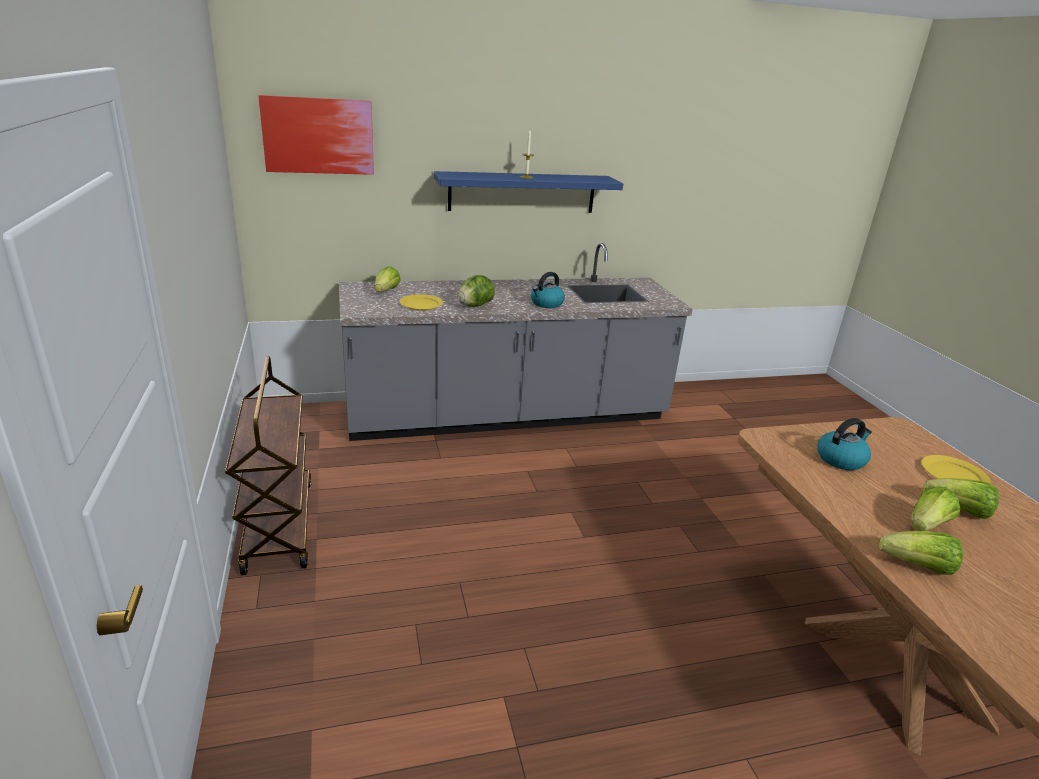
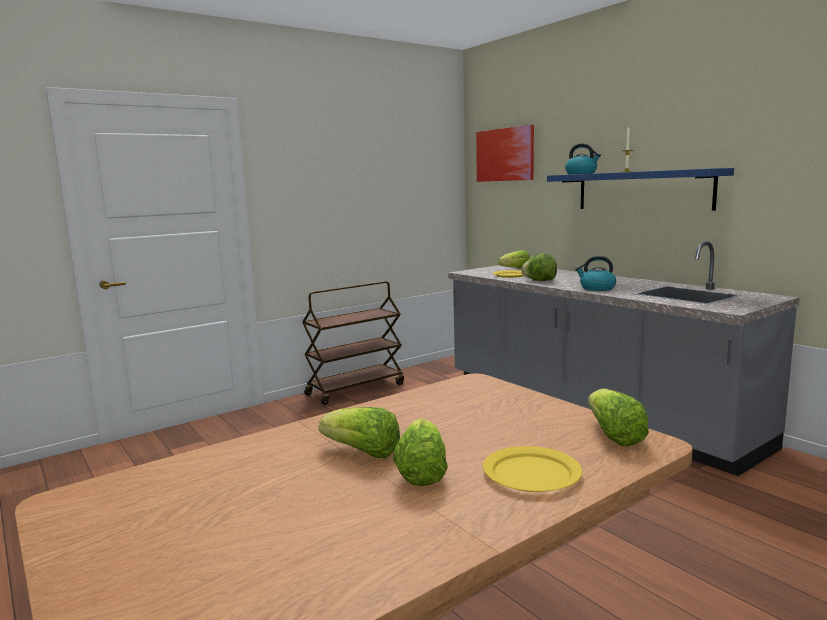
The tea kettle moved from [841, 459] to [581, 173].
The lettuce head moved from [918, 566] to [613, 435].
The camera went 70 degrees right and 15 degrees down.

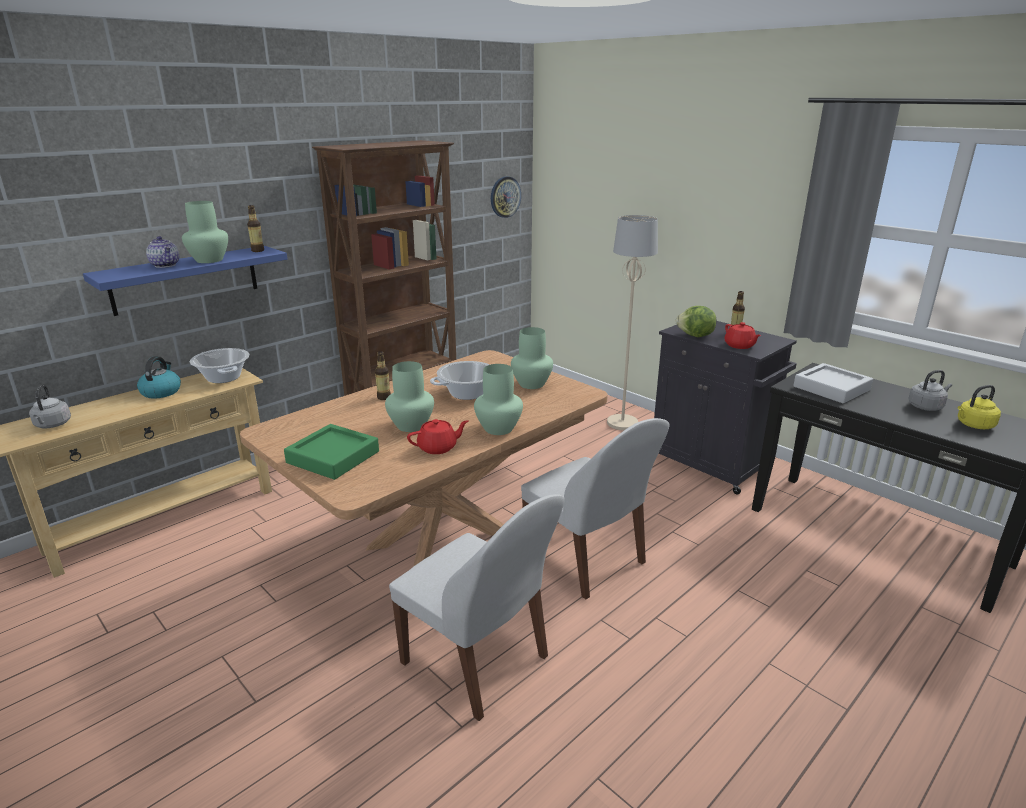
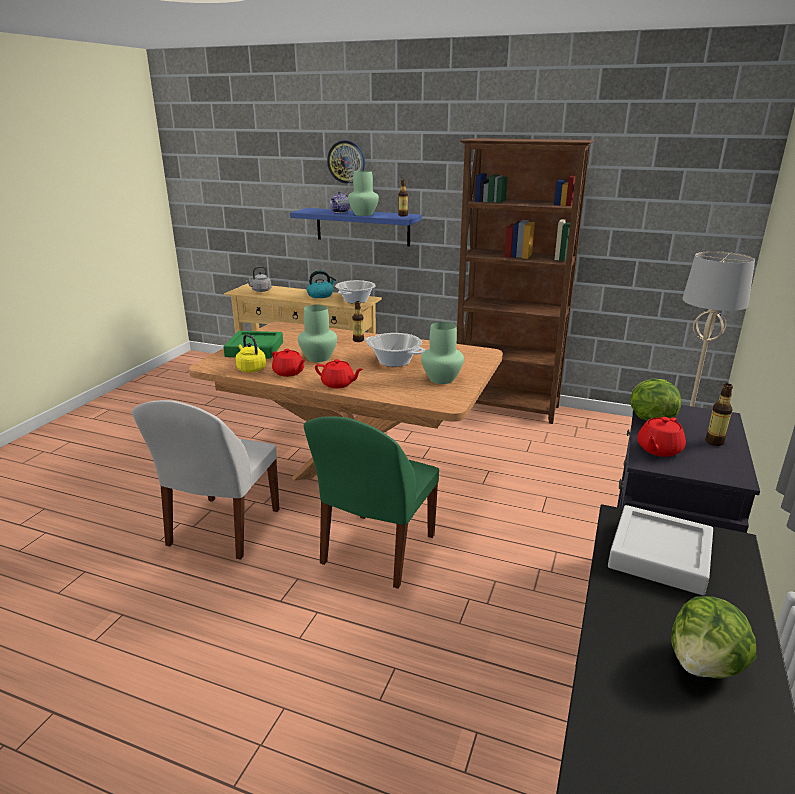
The greenish flower vase at [498, 428] was replaced by the reddish tea pot at [338, 384].
The hanging clock moved from [505, 197] to [346, 162].
The white-coloured chair at [586, 560] became the greenish chair at [376, 551].
The gray tea kettle at [926, 406] was replaced by the lettuce head at [704, 665].
The yellow-coloured tea kettle moved from [973, 425] to [250, 369].
The camera went 65 degrees right and 0 degrees up.

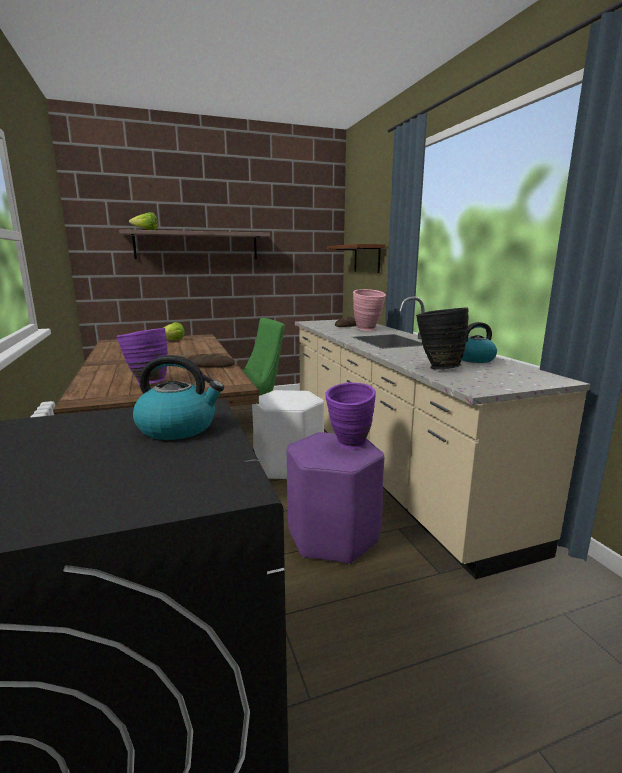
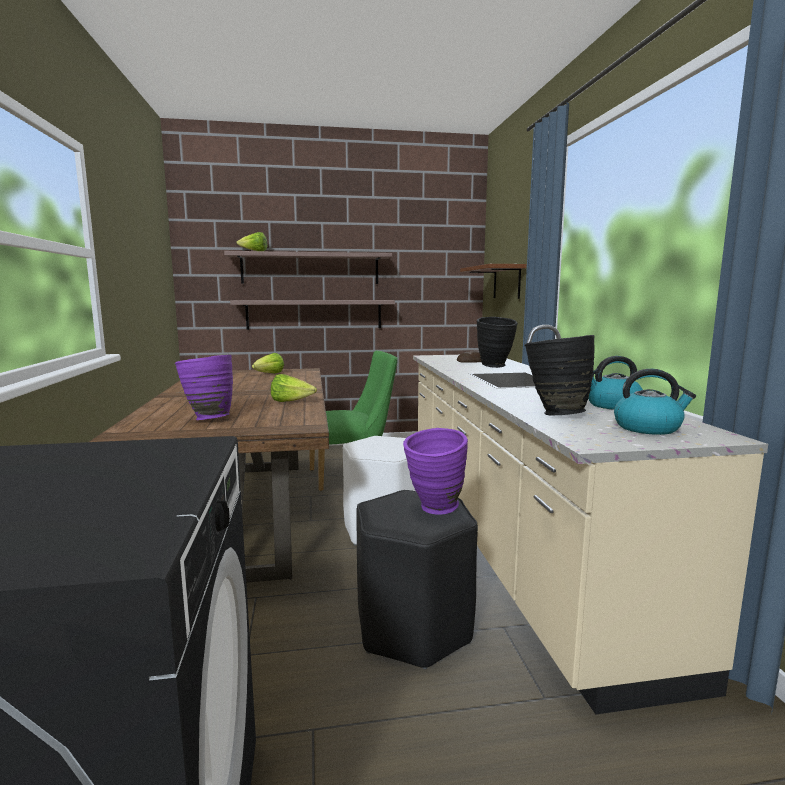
The tea kettle moved from [178, 428] to [648, 428].
The bakery bread at [209, 365] was replaced by the lettuce head at [291, 402].
The purple sitting stool at [333, 536] became the black sitting stool at [414, 628].
The pink-coloured flower vase at [368, 330] became the black flower vase at [495, 366].
The wall shelf at [314, 314] appeared.
The camera went 10 degrees right and 5 degrees down.

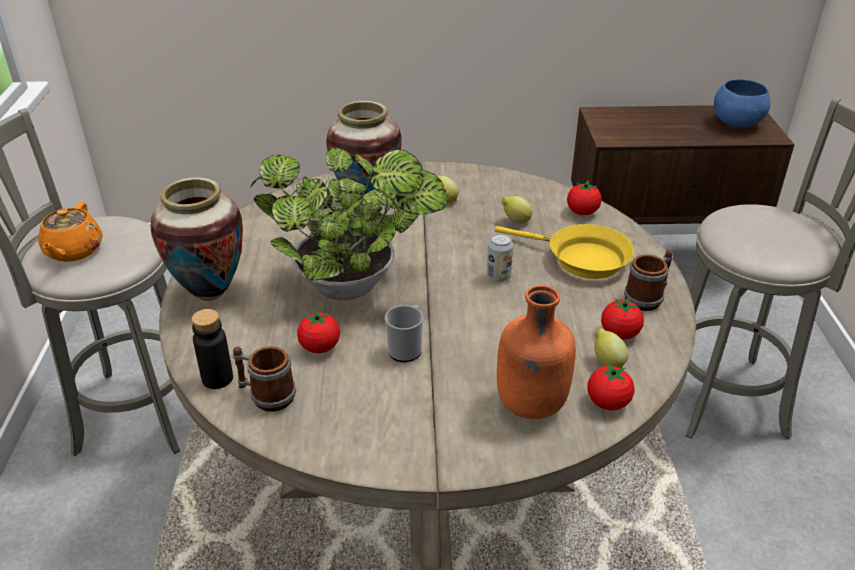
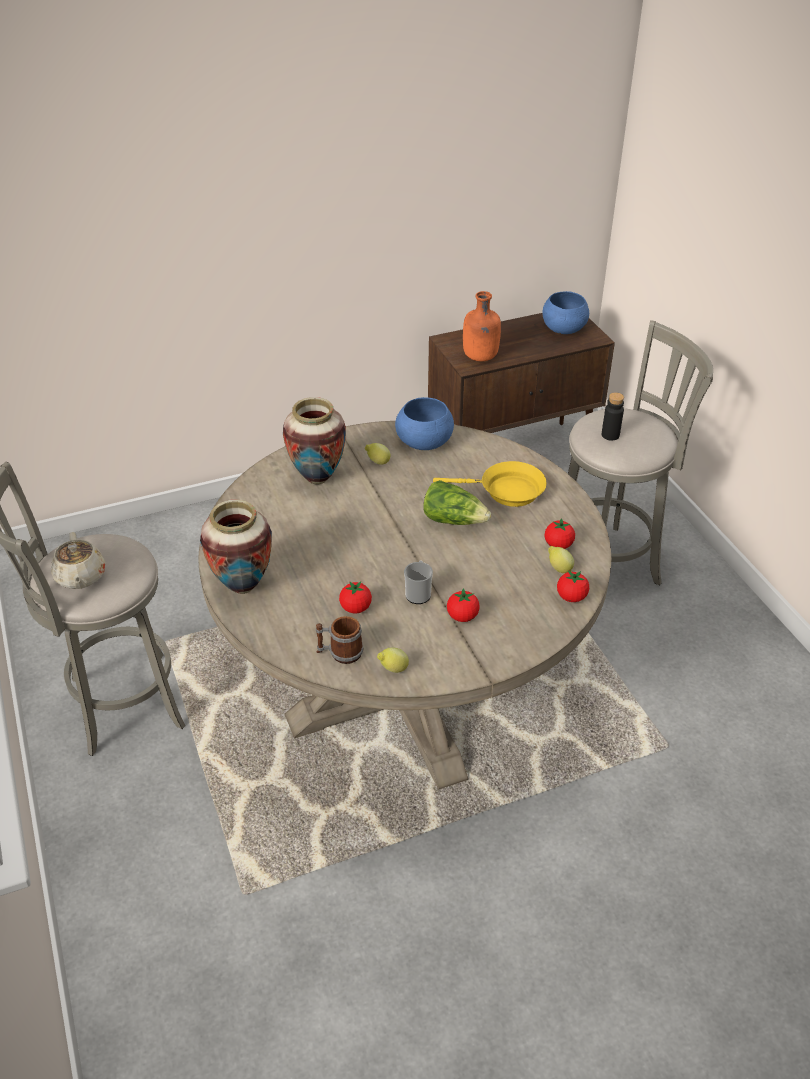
The orange tea pot at [73, 251] became the beige tea pot at [80, 577].
The black beverage bottle moved from [217, 378] to [610, 435].
The plant in a pot at [353, 286] disappeared.
The sealed can at [498, 276] was replaced by the lettuce head at [454, 520].
The orange beverage bottle moved from [530, 405] to [480, 357].
The whole lemon moved from [515, 221] to [393, 669].
The fresh tomato moved from [582, 212] to [462, 616].
The tea mug at [647, 297] disappeared.
The bluish bowl at [424, 443] appeared.
The camera went 20 degrees left and 5 degrees up.

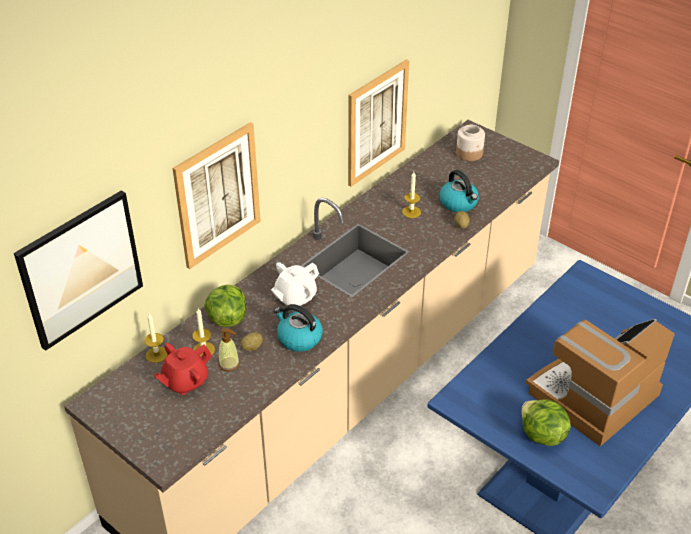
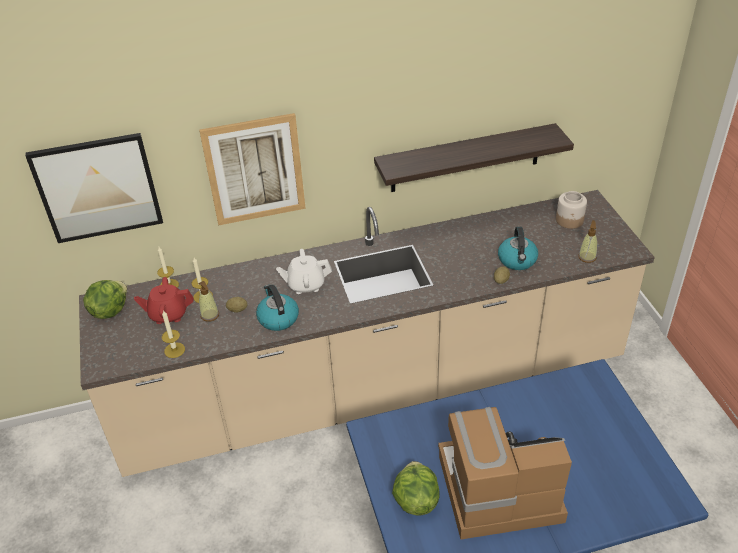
The lettuce head moved from [227, 318] to [109, 310].
The picture at [377, 123] was replaced by the wall shelf at [465, 158].
The candle moved from [411, 212] to [174, 350].
The liquid soap bottle at [587, 257] appeared.
The camera went 35 degrees right and 0 degrees up.

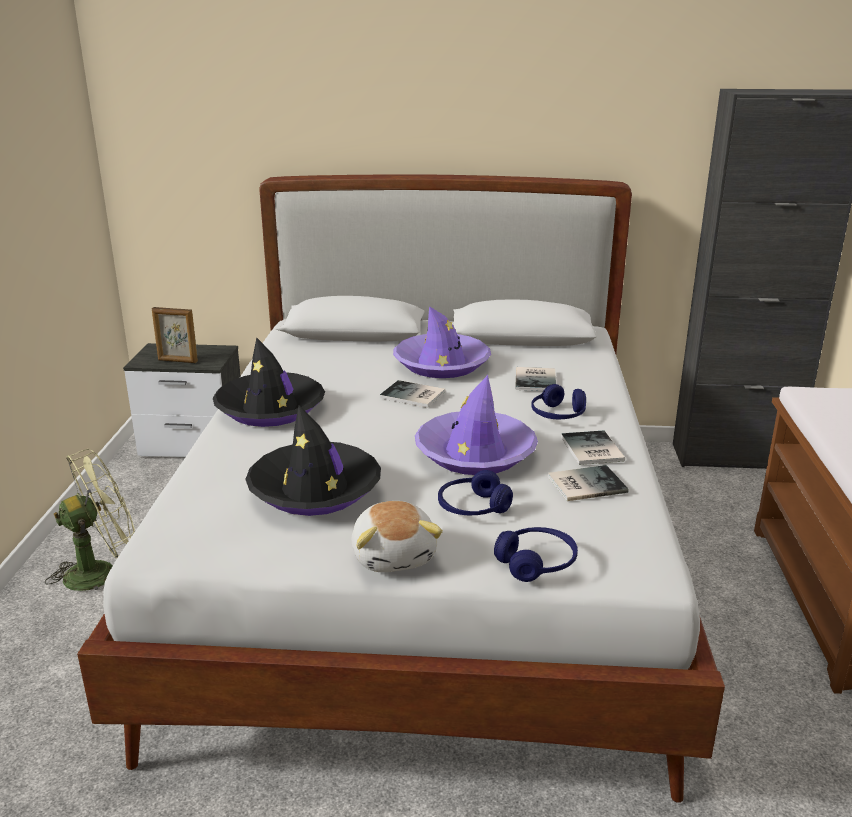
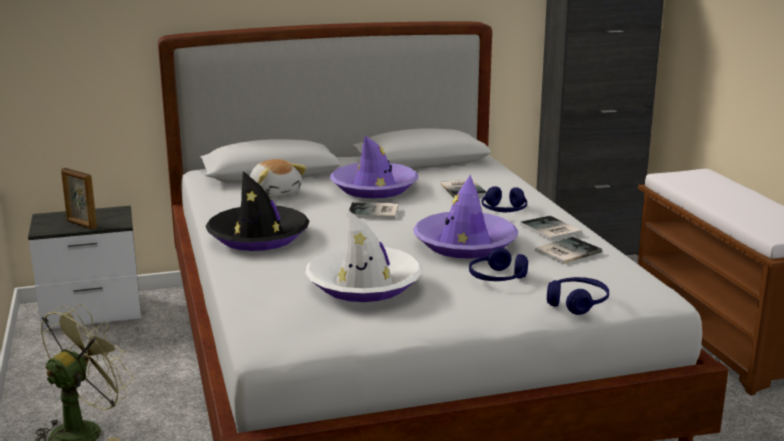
The photo frame at [177, 361] turned 45 degrees clockwise.
The black wearable hat at [315, 490] became the white-coloured wearable hat at [364, 284].
The soft toy moved from [395, 555] to [275, 193].
The camera went 20 degrees left and 5 degrees down.

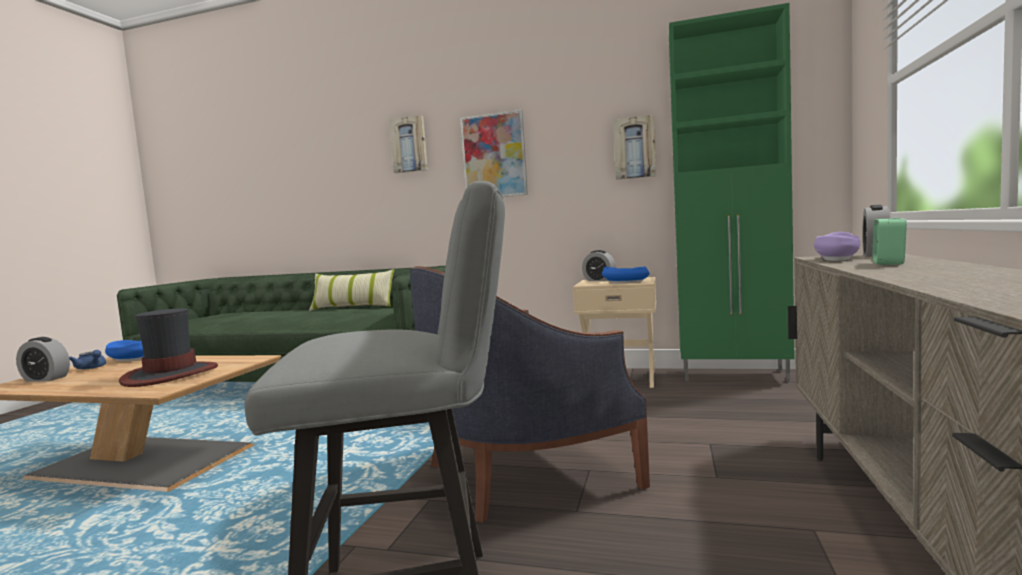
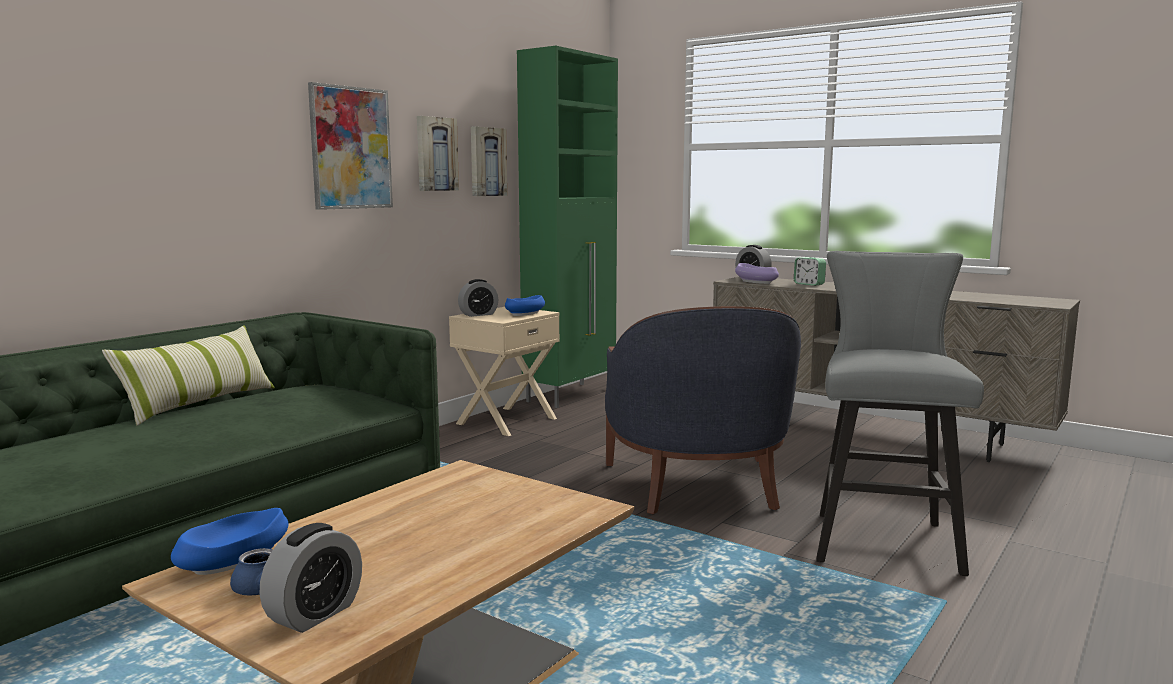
The wearable hat at [170, 375] disappeared.
The picture moved from [409, 145] to [435, 154].
The camera went 70 degrees left and 5 degrees up.

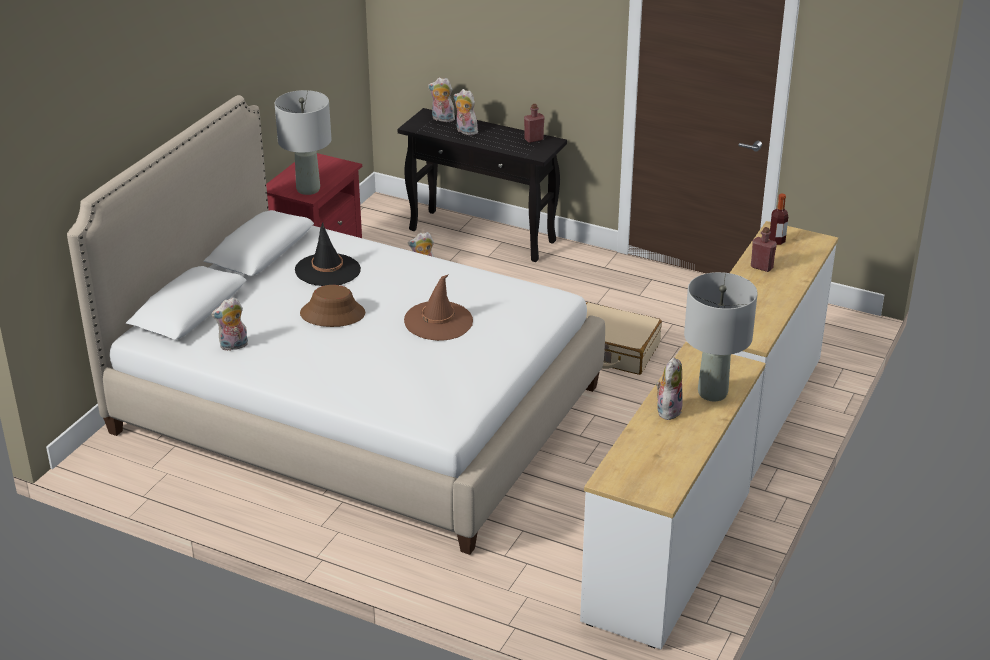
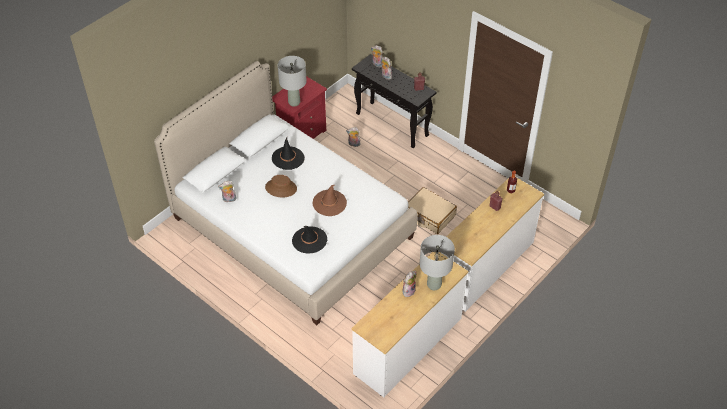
The black wearable hat at [309, 240] appeared.
The camera went 15 degrees right and 15 degrees up.

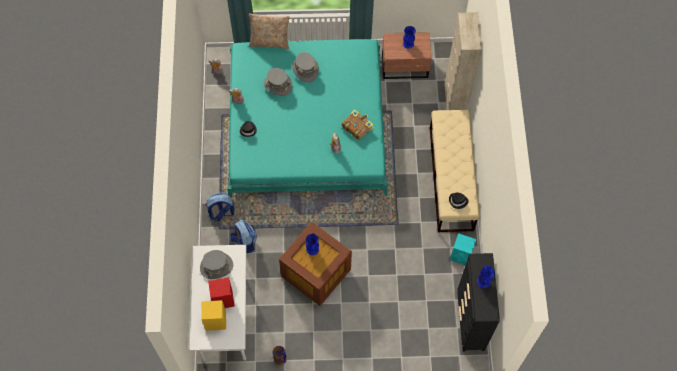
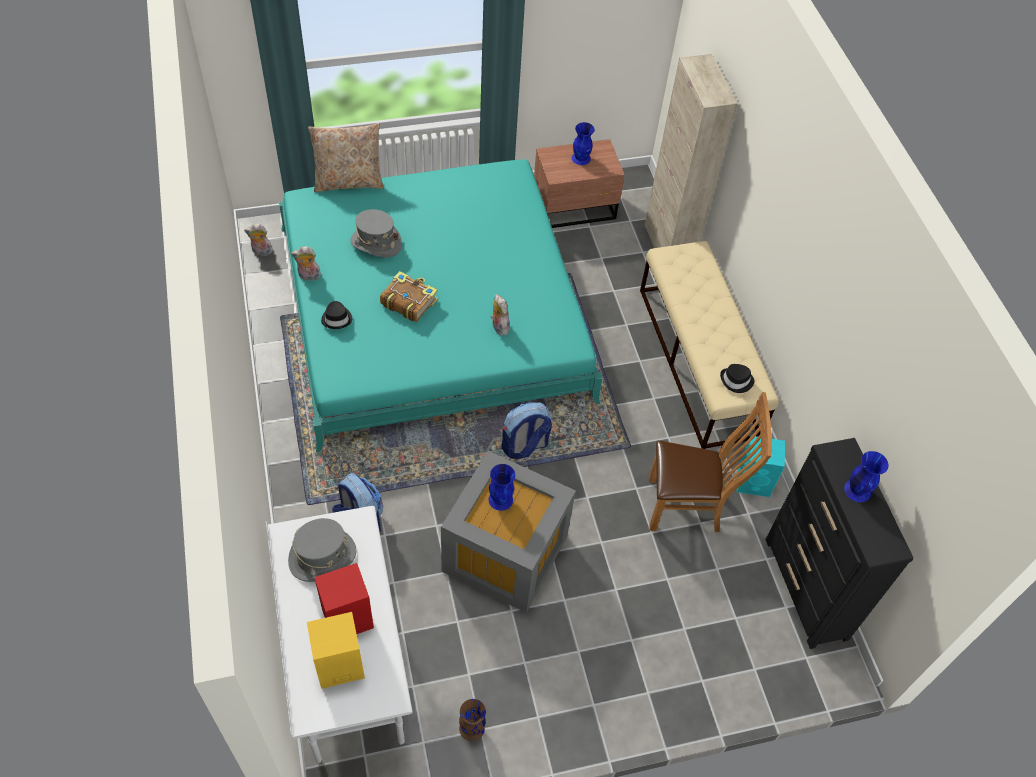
The knapsack moved from [221, 213] to [524, 446].
The brown-coloured storage bin at [315, 273] became the gray storage bin at [503, 554].
The gray wearable hat at [305, 70] disappeared.
The volume moved from [357, 127] to [408, 301].
The brown-coloured chair at [689, 506] appeared.
The camera went 15 degrees left and 10 degrees down.

